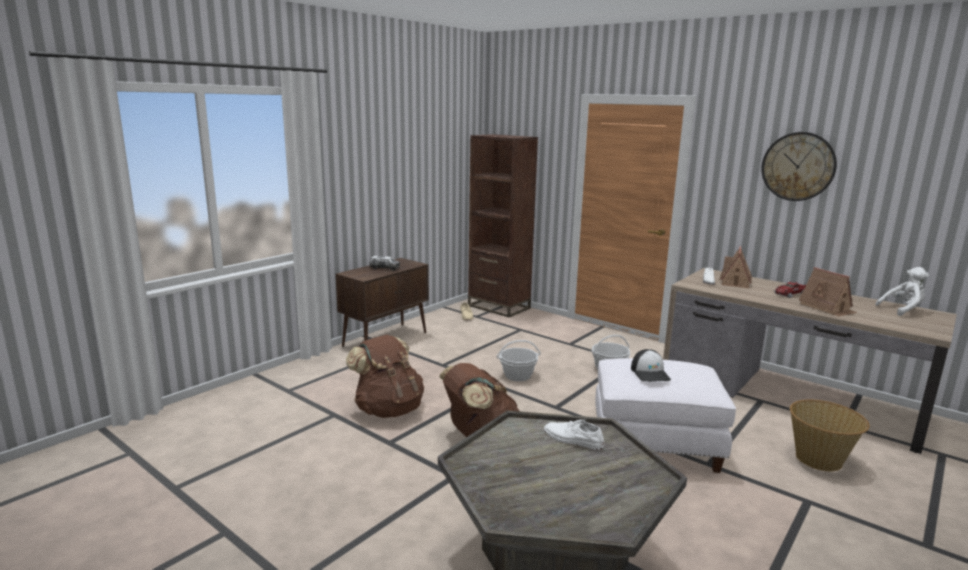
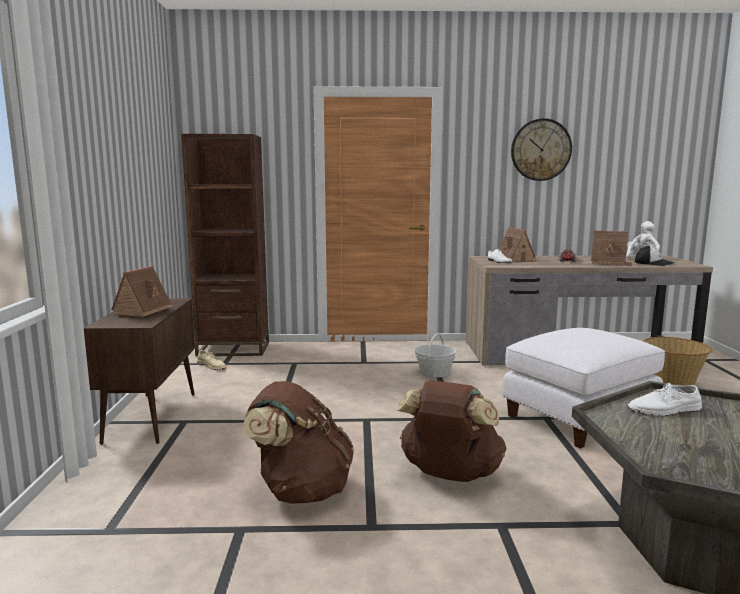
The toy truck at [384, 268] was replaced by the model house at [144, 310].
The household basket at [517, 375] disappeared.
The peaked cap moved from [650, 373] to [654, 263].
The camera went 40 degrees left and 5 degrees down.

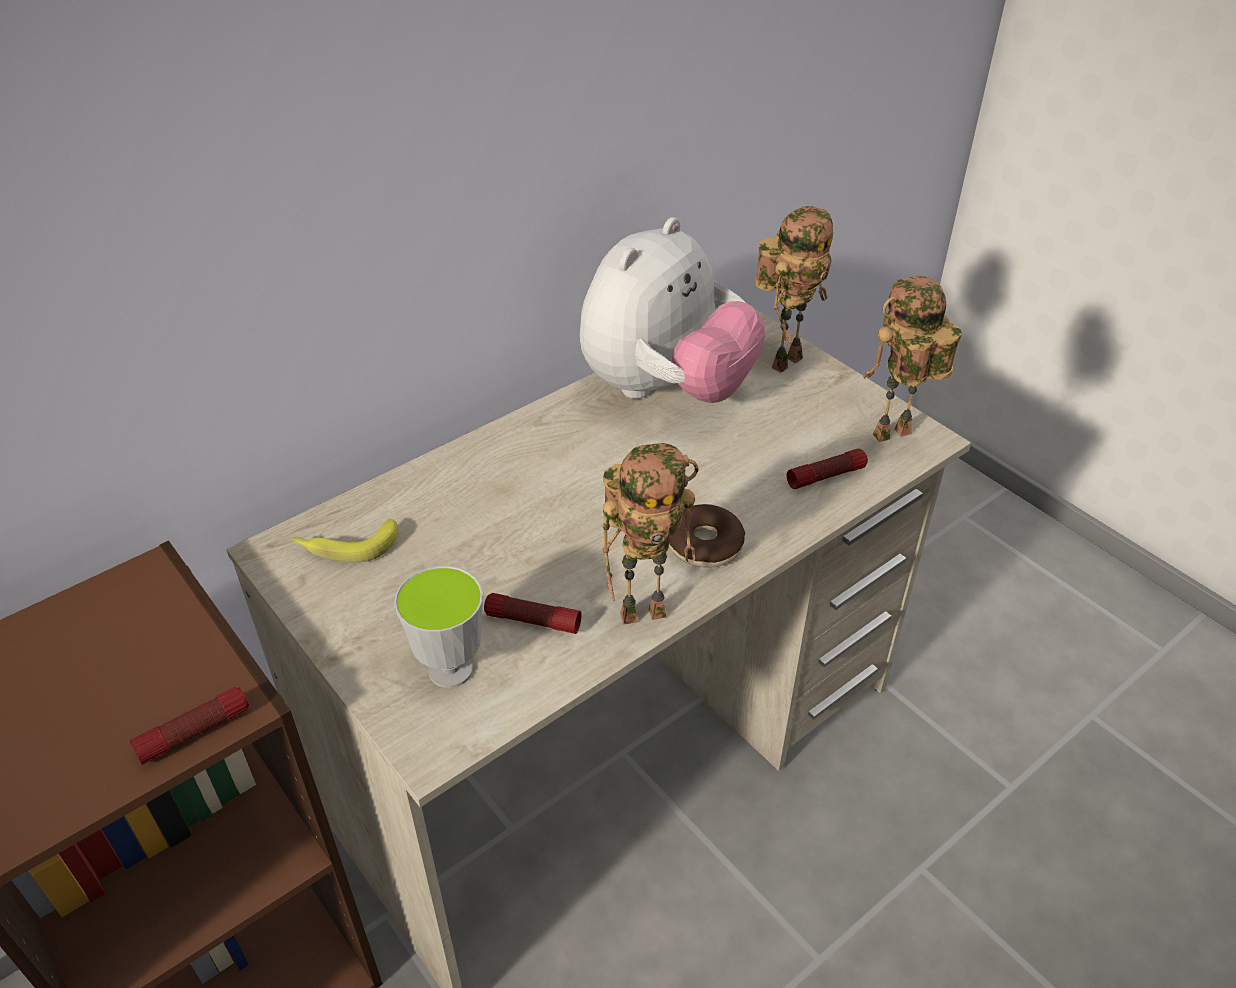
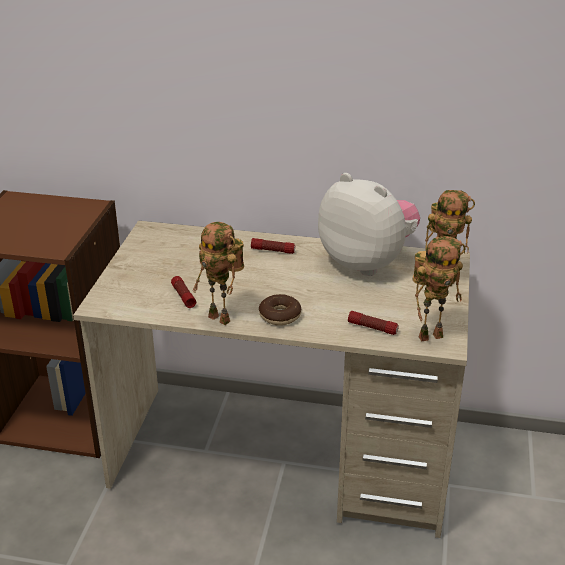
The torch moved from [194, 732] to [273, 250].
The banana fruit at [345, 546] disappeared.
The cup at [450, 670] disappeared.
The soft toy at [666, 390] turned 135 degrees counterclockwise.
The robot figure at [892, 437] turned 135 degrees clockwise.
The camera went 50 degrees right and 10 degrees down.

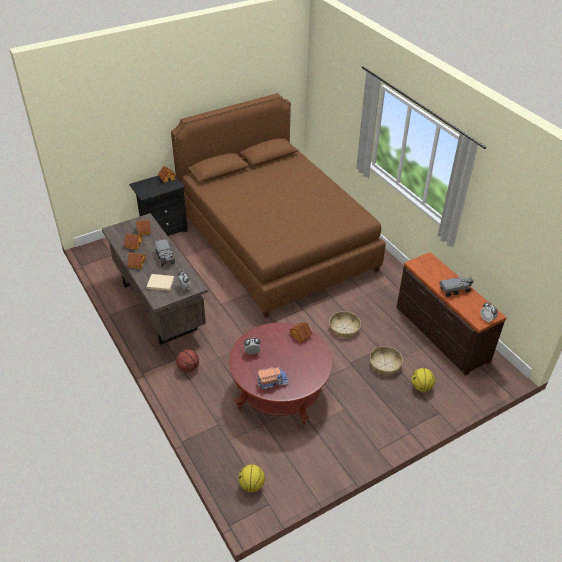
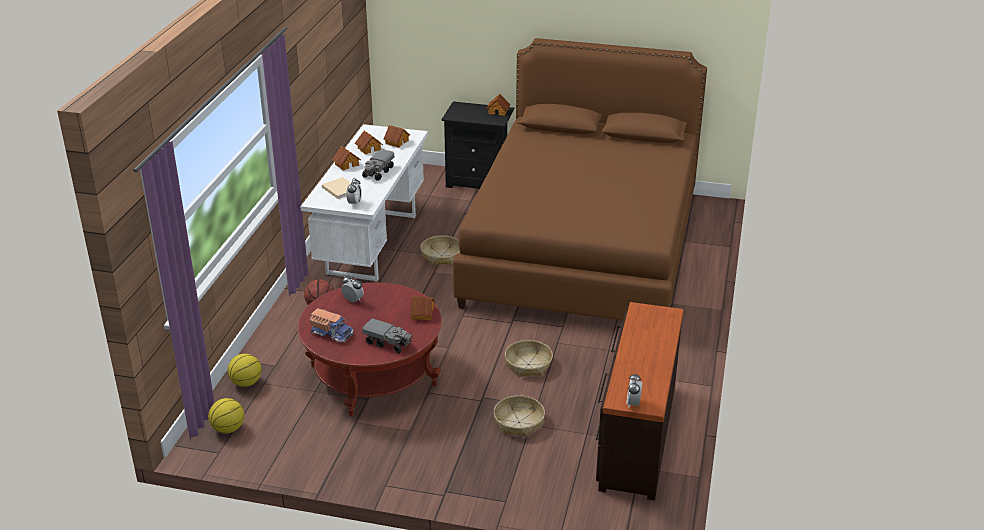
The brown-coloured desk unit at [158, 306] became the white-coloured desk unit at [372, 243].
The basketball moved from [421, 387] to [246, 383].
The toy truck moved from [455, 290] to [388, 343].
The household basket at [441, 256] appeared.
The camera went 45 degrees right and 10 degrees down.

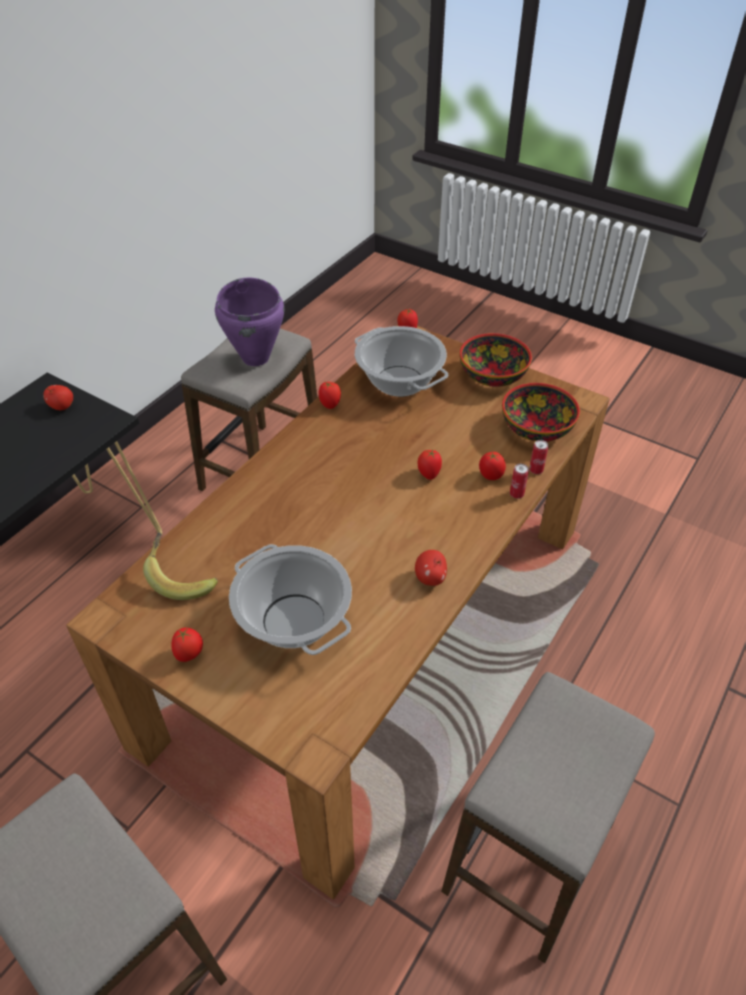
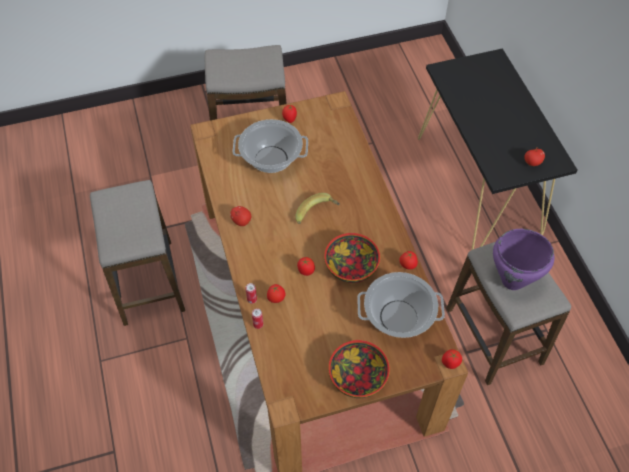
The banana fruit moved from [182, 577] to [317, 215].
The bowl moved from [537, 427] to [351, 267].
The camera went 130 degrees right and 10 degrees up.

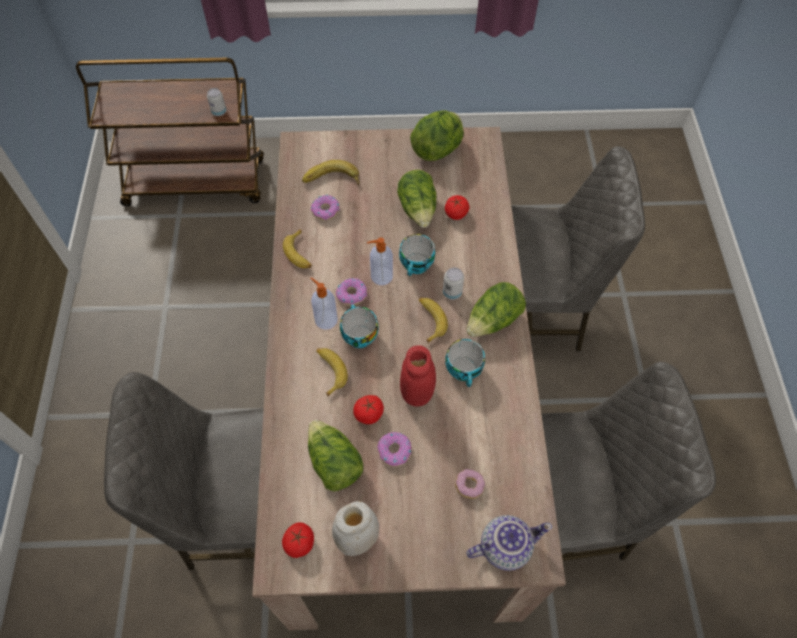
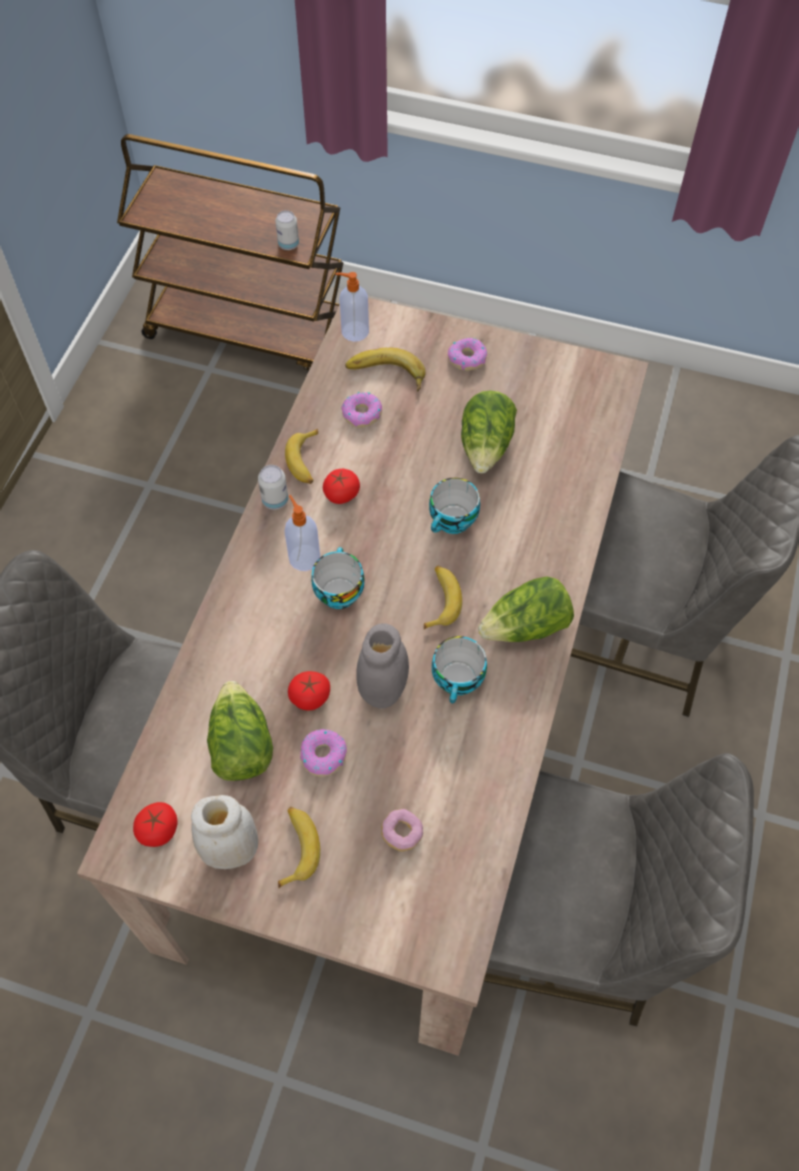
The banana fruit moved from [329, 371] to [296, 847].
The ring doughnut moved from [351, 294] to [467, 358].
The liquid soap bottle moved from [380, 276] to [354, 331].
The reddish storage jar at [416, 393] became the gray storage jar at [383, 690].
The lettuce head at [437, 149] disappeared.
The sealed can moved from [452, 293] to [275, 500].
The fresh tomato moved from [456, 213] to [341, 494].
The tea pot at [504, 545] disappeared.
The camera went 20 degrees right and 0 degrees up.

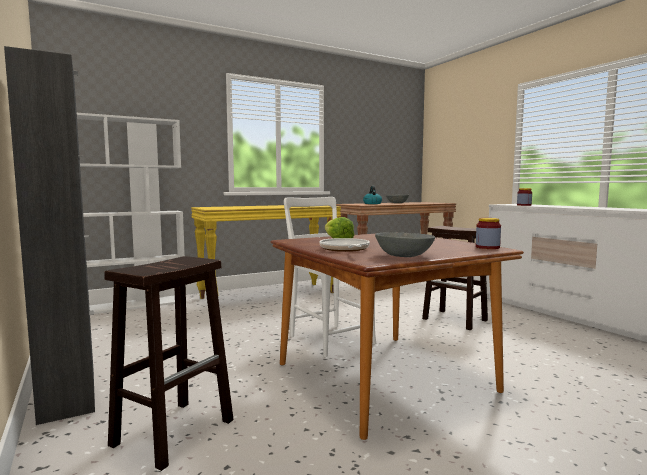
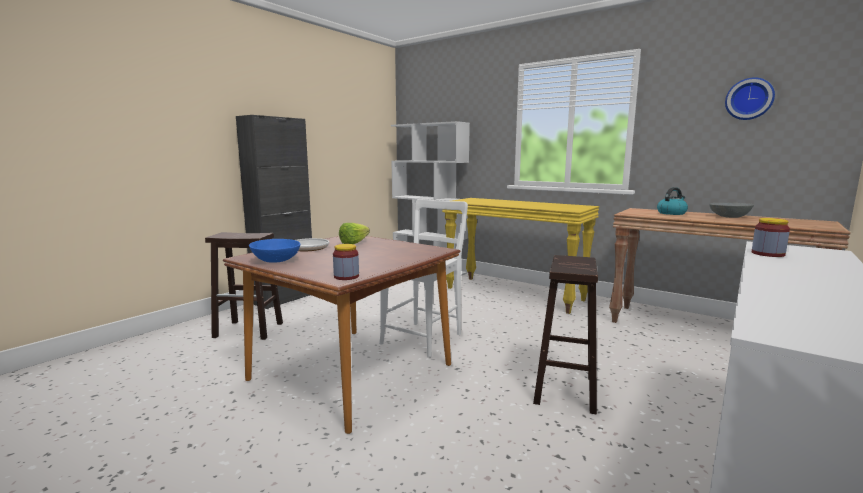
The gray bowl at [404, 256] became the bluish bowl at [275, 260].
The hanging clock at [749, 99] appeared.
The camera went 65 degrees right and 5 degrees up.

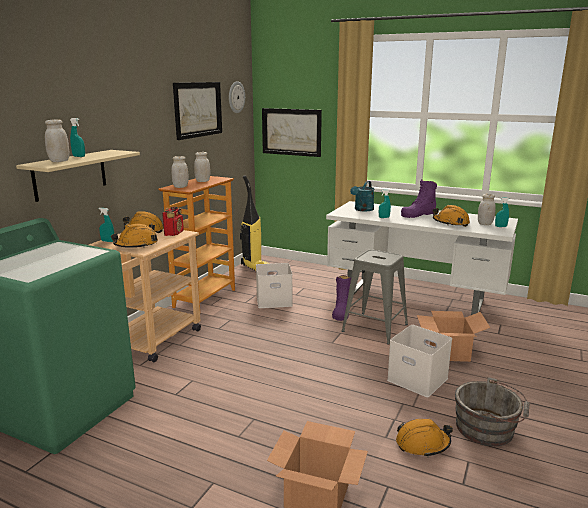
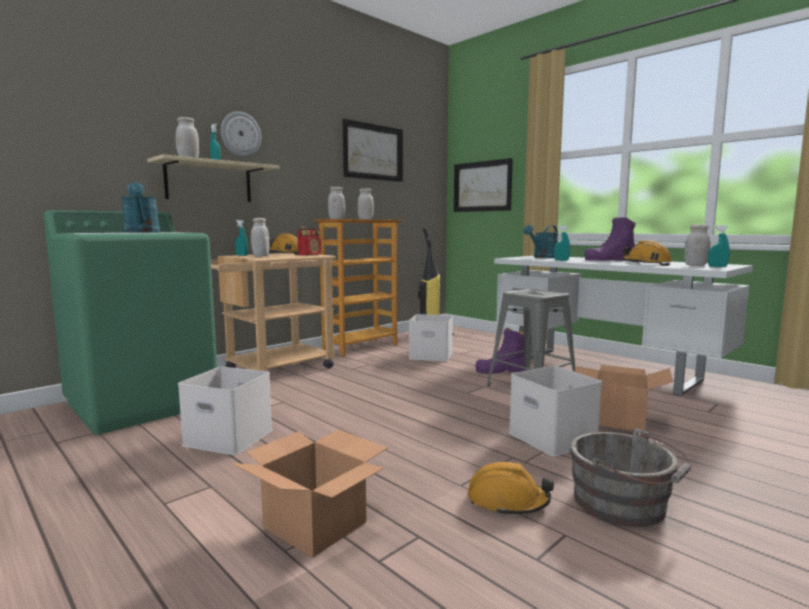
The orange hard hat at [136, 245] was replaced by the white-coloured storage jar at [260, 256].
The hanging clock moved from [236, 97] to [240, 134].
The purple boot at [342, 311] turned 45 degrees clockwise.
The turquoise-coloured watering pot at [142, 232] appeared.
The white-coloured storage bin at [231, 437] appeared.
The camera went 20 degrees right and 10 degrees down.

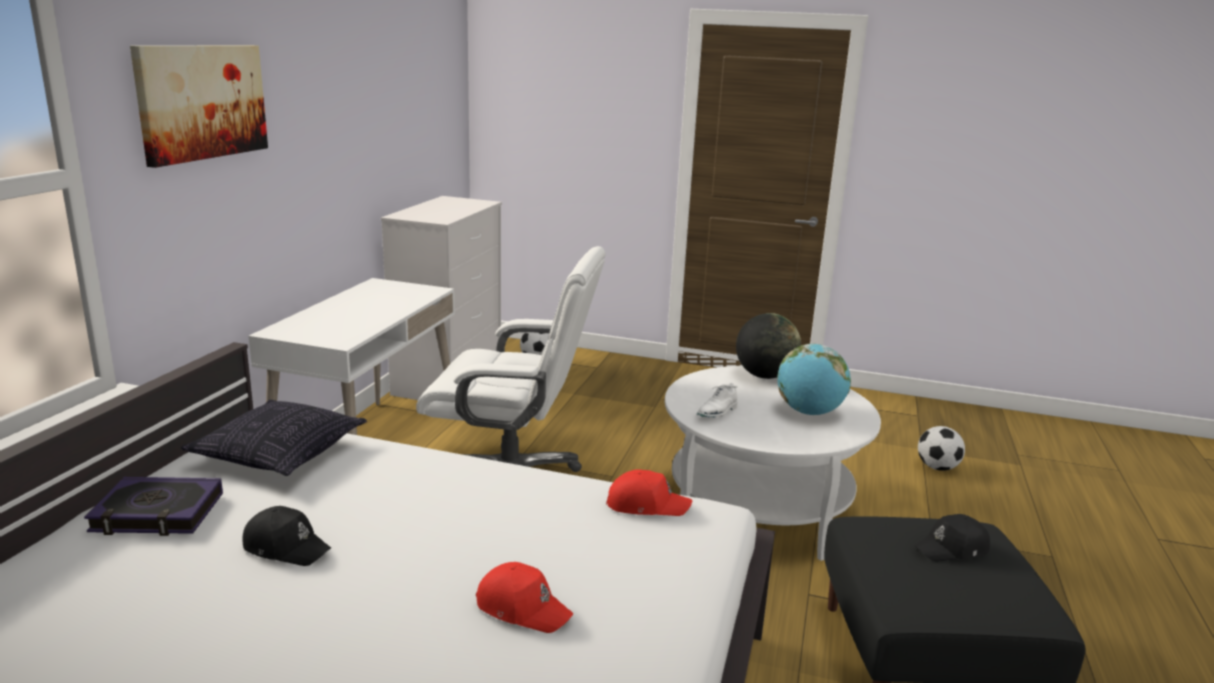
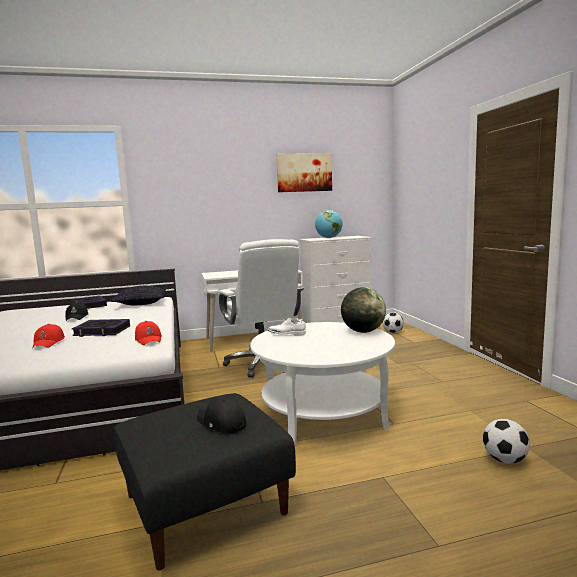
The picture moved from [202, 102] to [304, 172].
The globe moved from [809, 412] to [329, 238].
The volume at [102, 331] appeared.
The camera went 60 degrees right and 10 degrees down.

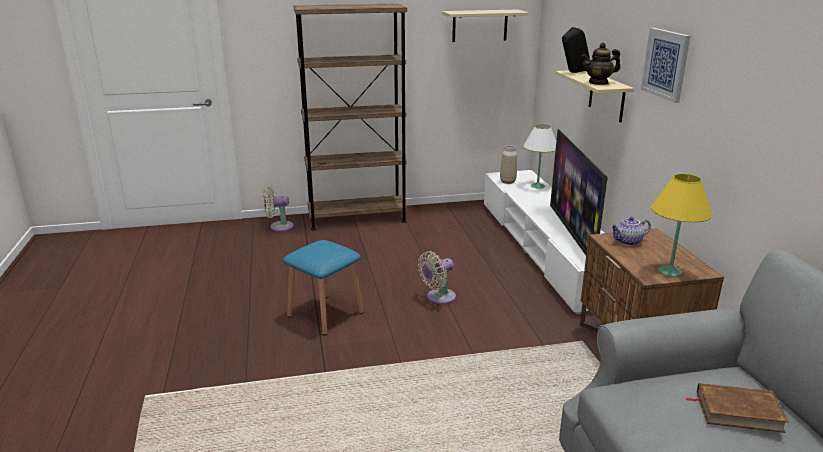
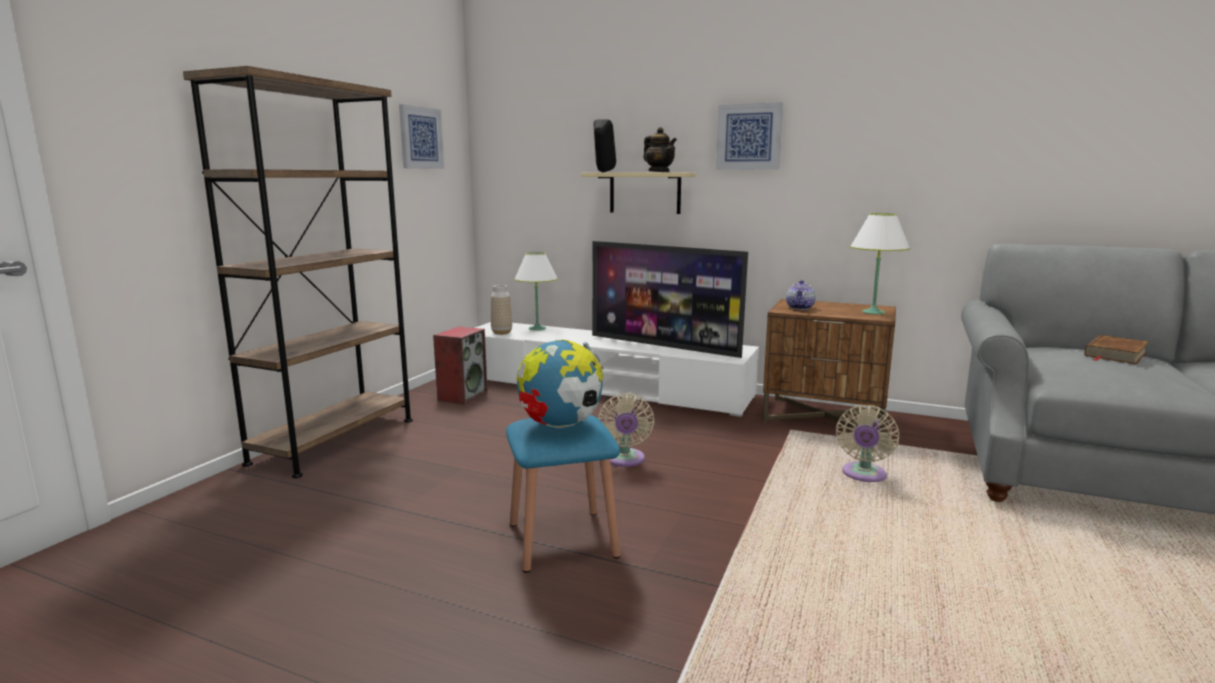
The beige electric fan moved from [279, 227] to [863, 475].
The beige wall shelf at [480, 25] was replaced by the picture at [420, 138].
The tea pot at [598, 82] turned 60 degrees counterclockwise.
The yellow-coloured lamp for a table at [669, 271] became the white-coloured lamp for a table at [873, 312].
The speaker at [462, 395] appeared.
The globe at [561, 425] appeared.
The camera went 55 degrees left and 10 degrees down.

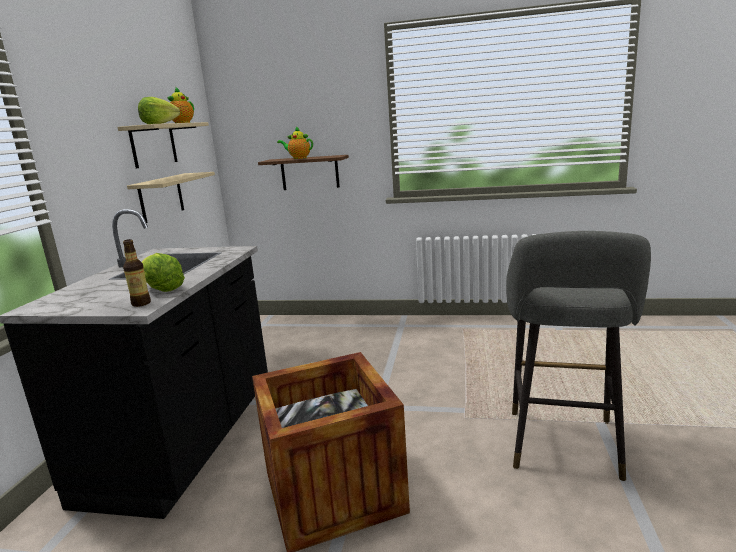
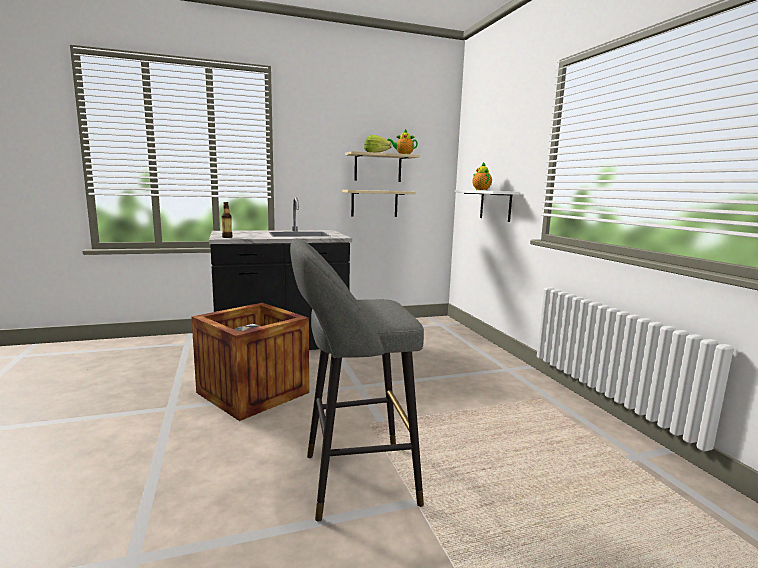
The lettuce head at [162, 289] disappeared.
The brown-coloured wall shelf at [309, 173] became the white-coloured wall shelf at [495, 205].
The camera went 60 degrees right and 5 degrees down.

